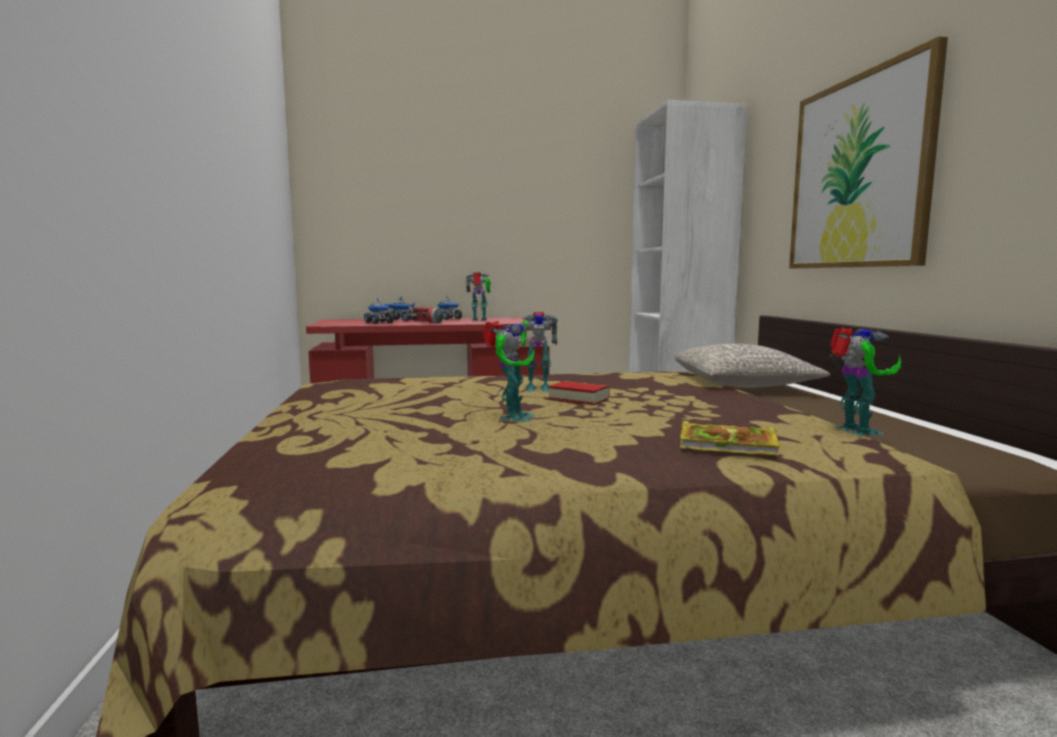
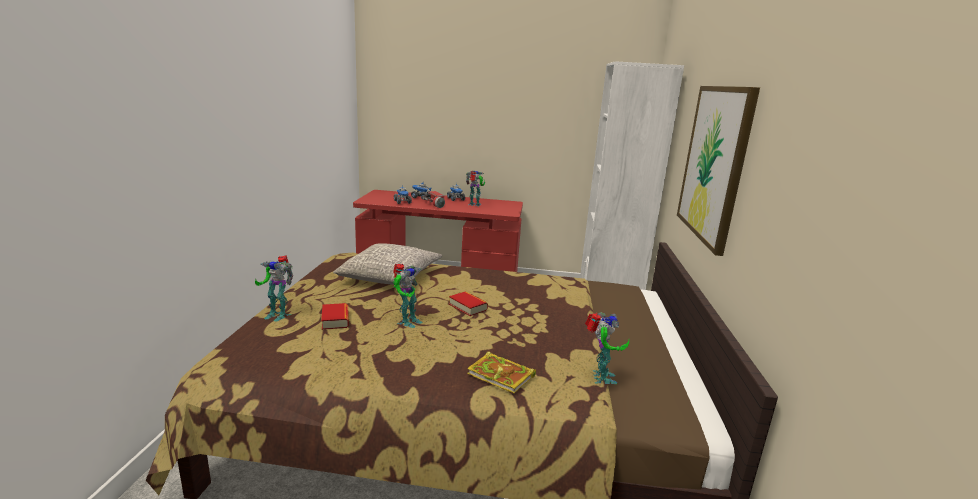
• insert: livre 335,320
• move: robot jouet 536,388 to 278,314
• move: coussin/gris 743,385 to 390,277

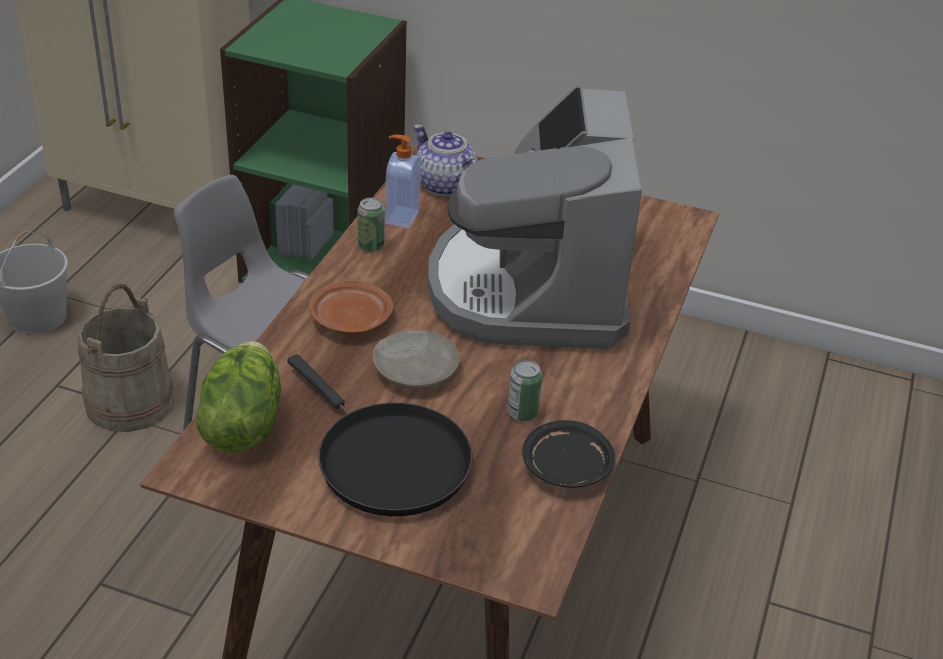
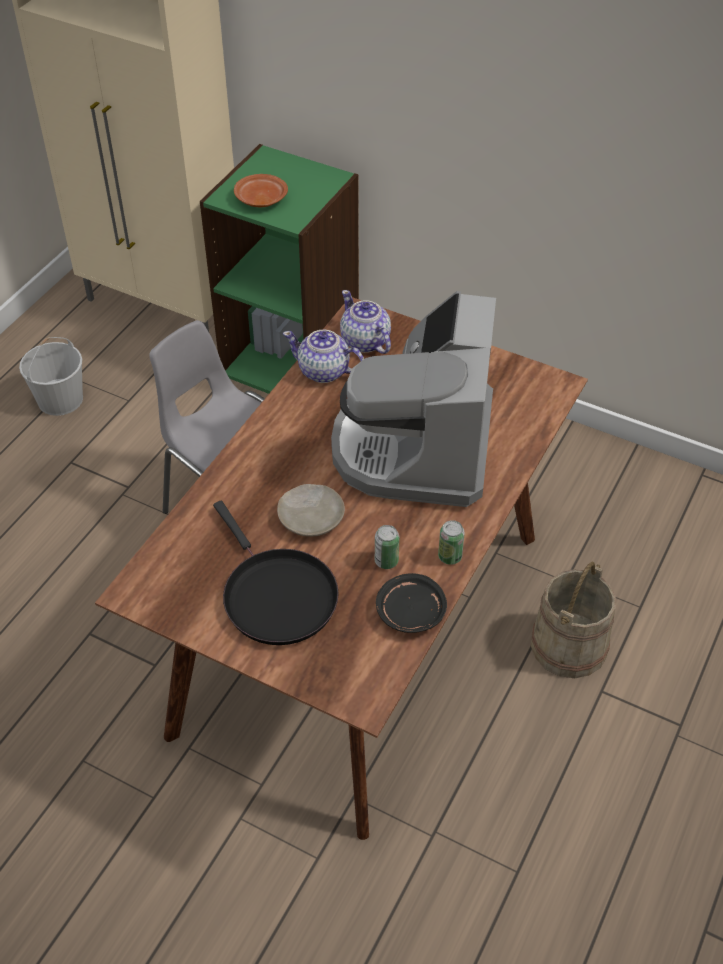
• delete: laitue 241,424
• move: seau/beige 130,402 to 569,645
• move: assiette/marron 349,320 to 260,199
• move: boîte métallique 371,246 to 450,556
• replace: distributeur de savon 401,217 to théière 324,371

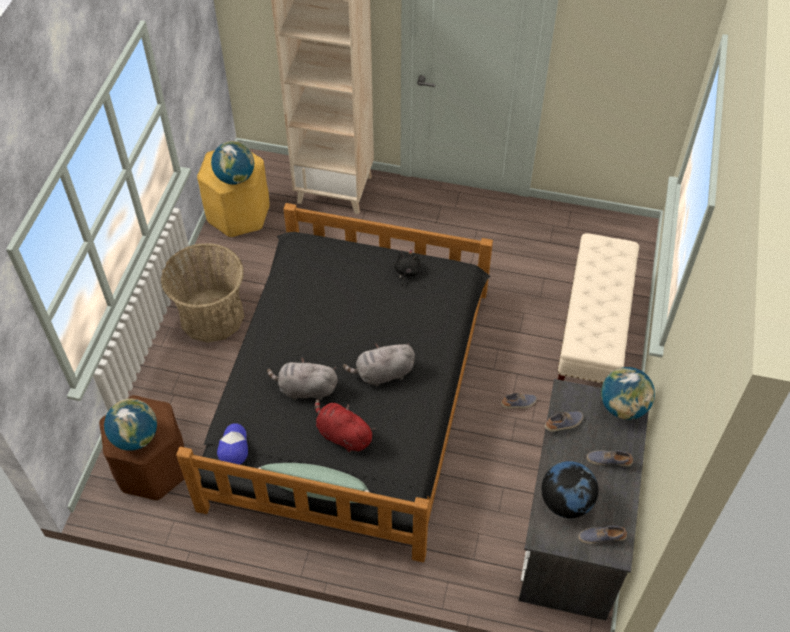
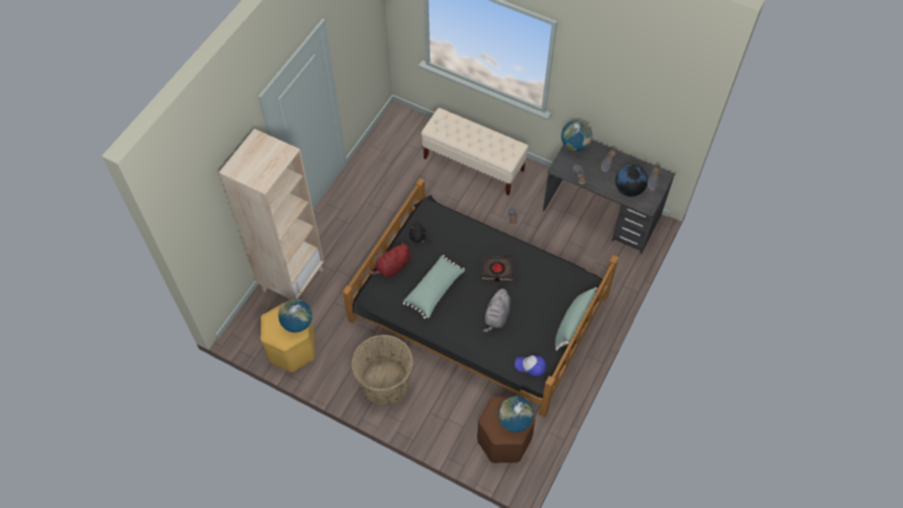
• insert: coussin/vert 435,290
• move: peluche/rouge 342,435 to 392,267
• replace: peluche/gris 382,374 to livre/noir 497,270

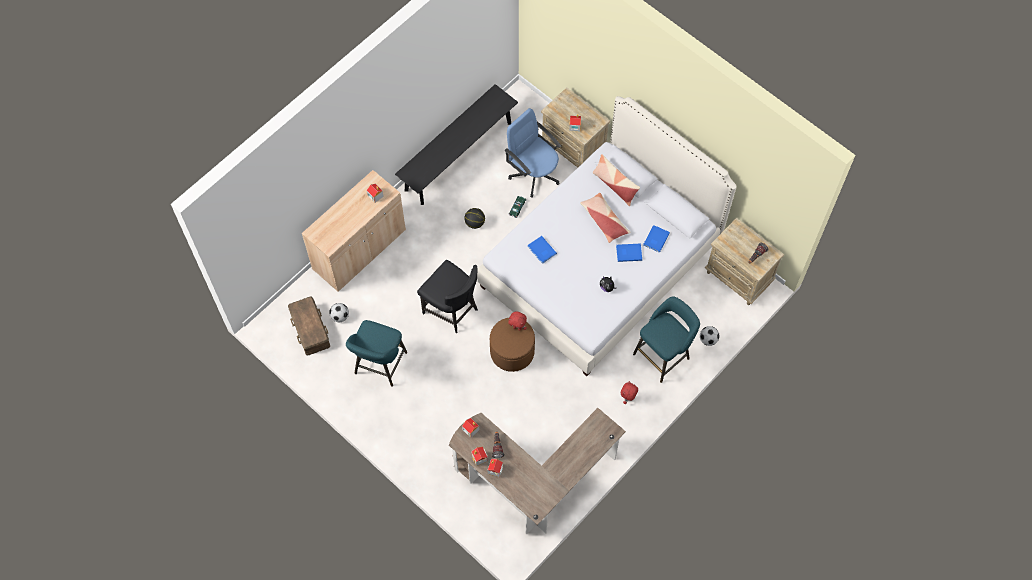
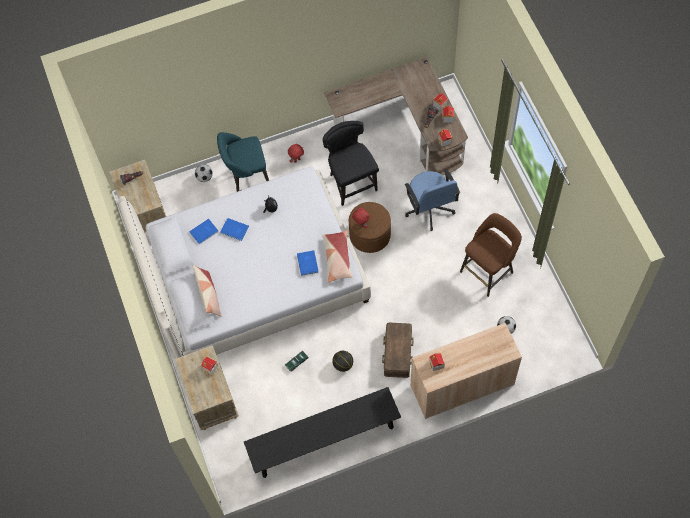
• move: boîte de rangement/marron 309,329 to 398,353
• move: chaise/noir 452,310 to 351,182
• move: chaise de bureau/bleu 534,173 to 429,209
• move: coussin 604,220 to 337,259
• recolor: tabouret/turquoise 379,366 to tabouret/marron 488,270

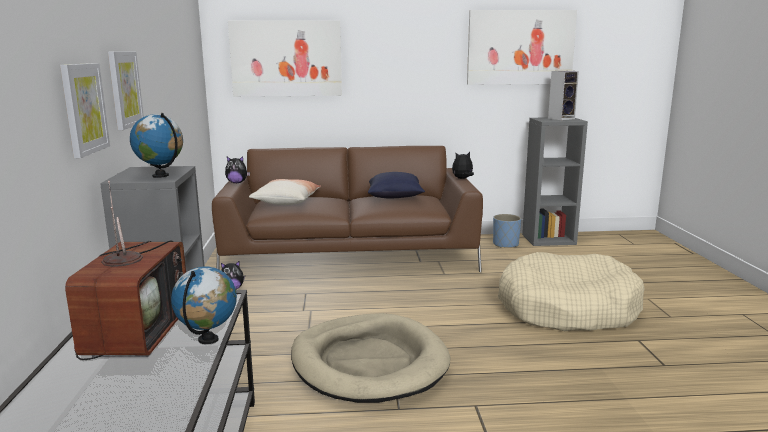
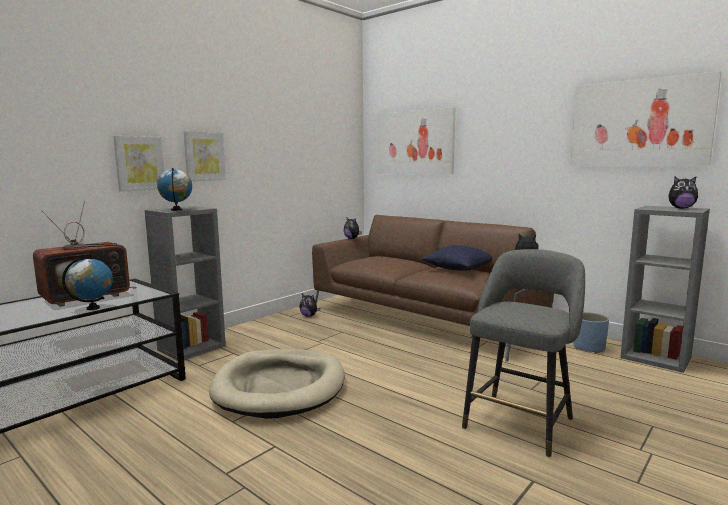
• delete: coussin 287,201
• replace: panier pour chien/beige 566,309 to tabouret/gris 520,420
• replace: enceinte 561,118 to peluche 681,208

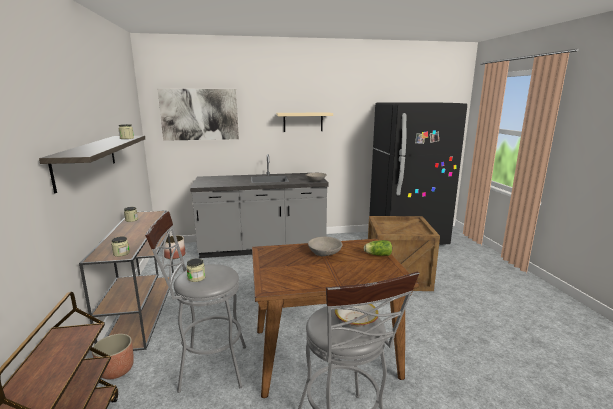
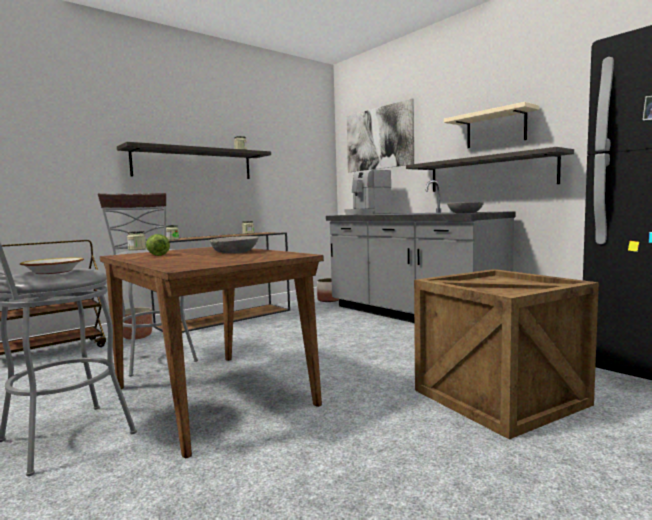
• insert: machine à café 366,214
• insert: étagère 489,173
• move: laitue 377,255 to 157,254

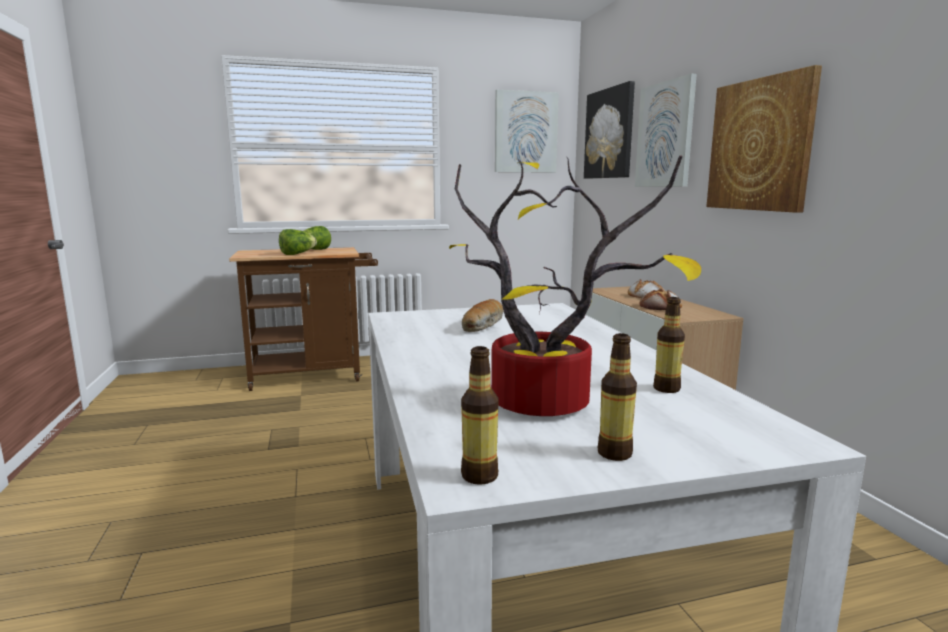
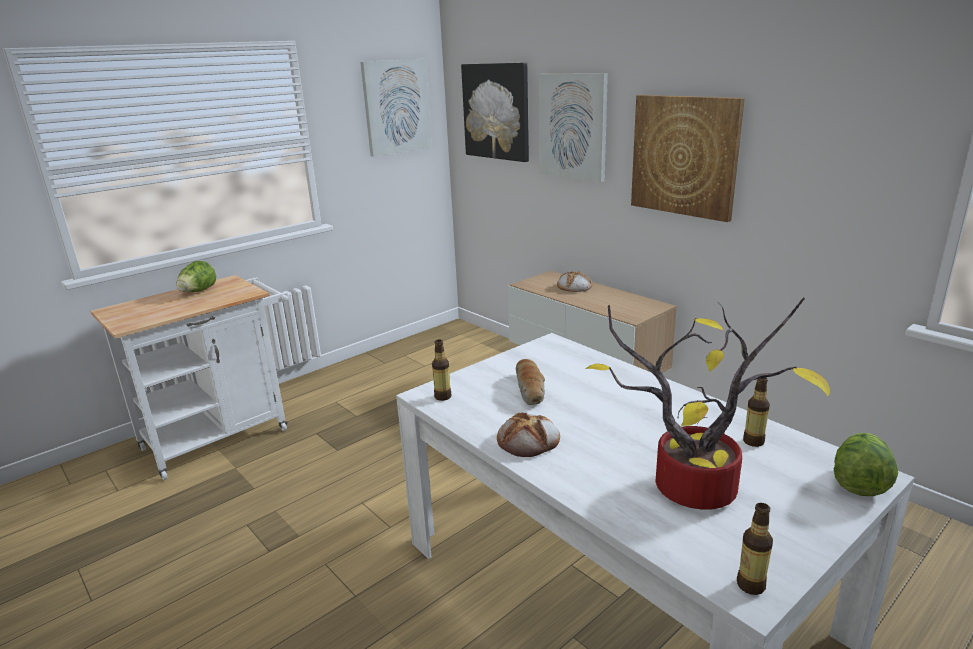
• move: laitue 297,254 to 859,482
• move: bouteille 614,453 to 443,396
• move: pain 661,306 to 529,440
• recolor: chariot/marron 314,375 to chariot/blanc 224,435

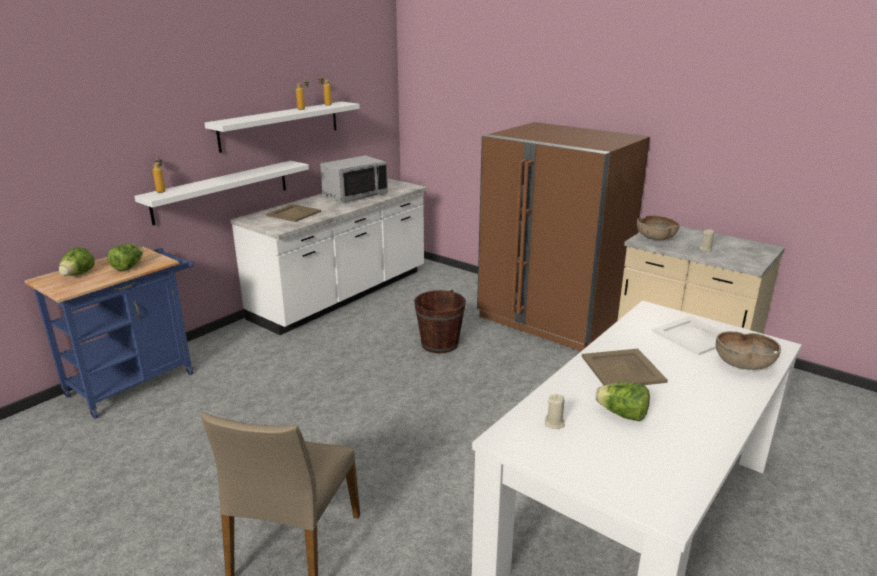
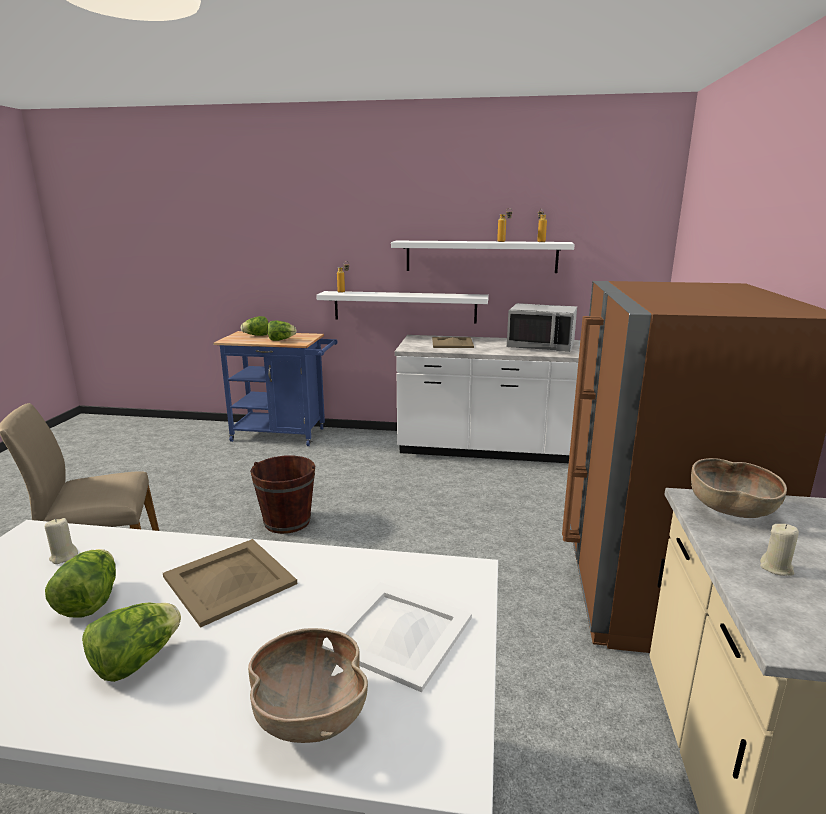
• insert: laitue 136,661
• move: seau/marron 440,344 to 287,521

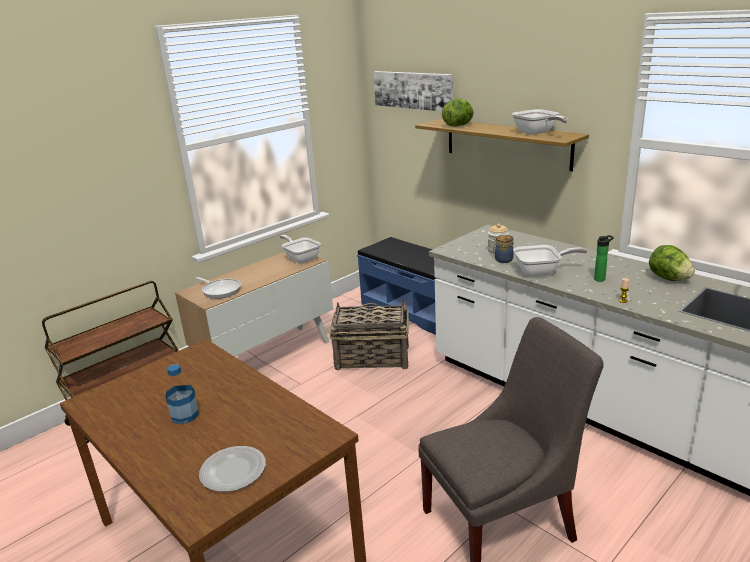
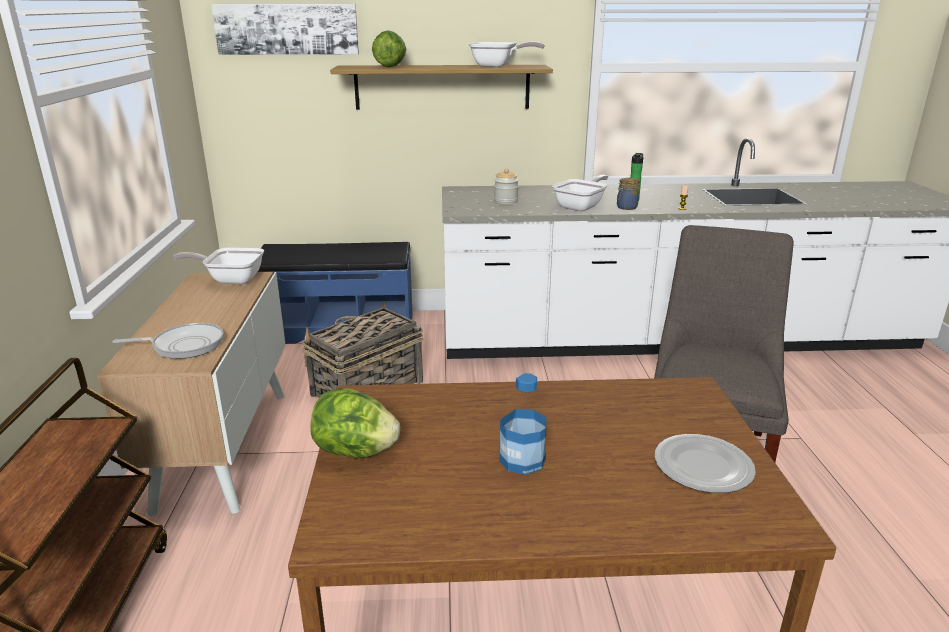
• move: bocal 503,260 to 626,207
• move: laitue 668,278 to 355,452

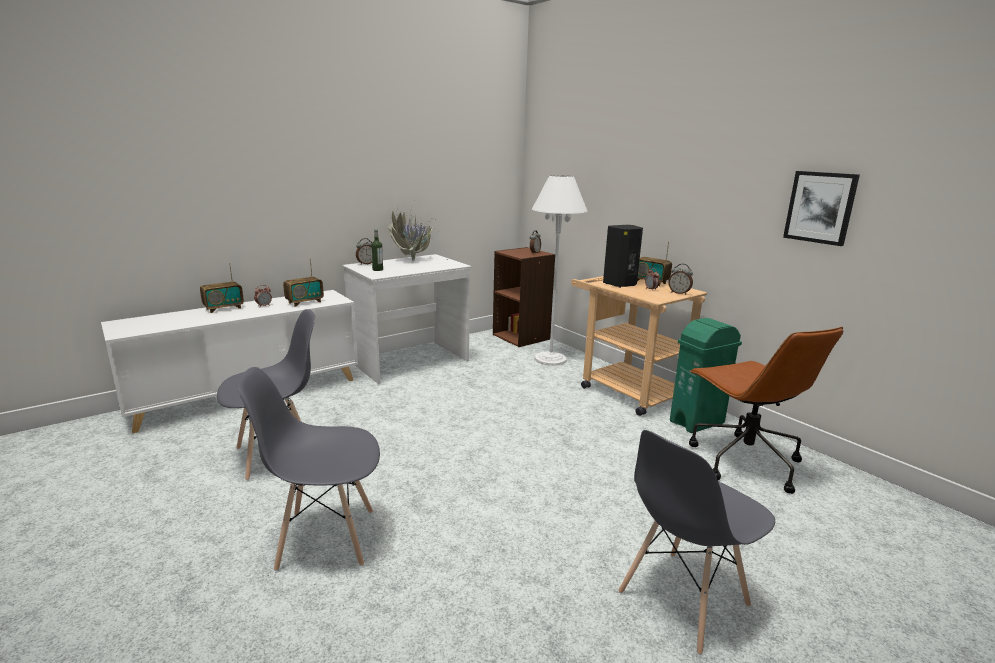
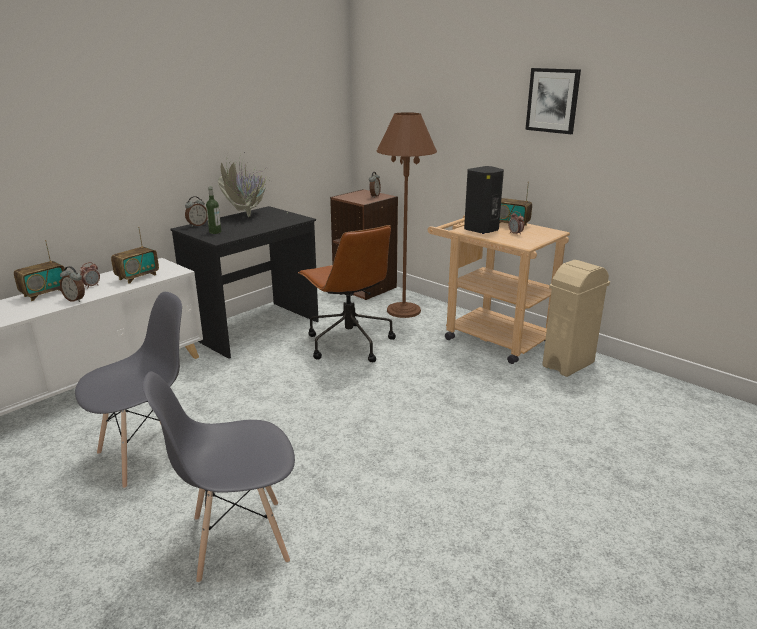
• delete: chaise/gris 682,599
• move: réveil 679,293 to 75,300
• move: chaise de bureau/marron 743,461 to 348,343
• move: tableau 820,207 to 553,100
• recolor: bureau/blanc 410,362 to bureau/noir 254,329
• recolor: lampadaire/blanc 550,359 to lampadaire/marron 403,310
• recolor: poubelle/vert 697,422 to poubelle/beige 569,364

